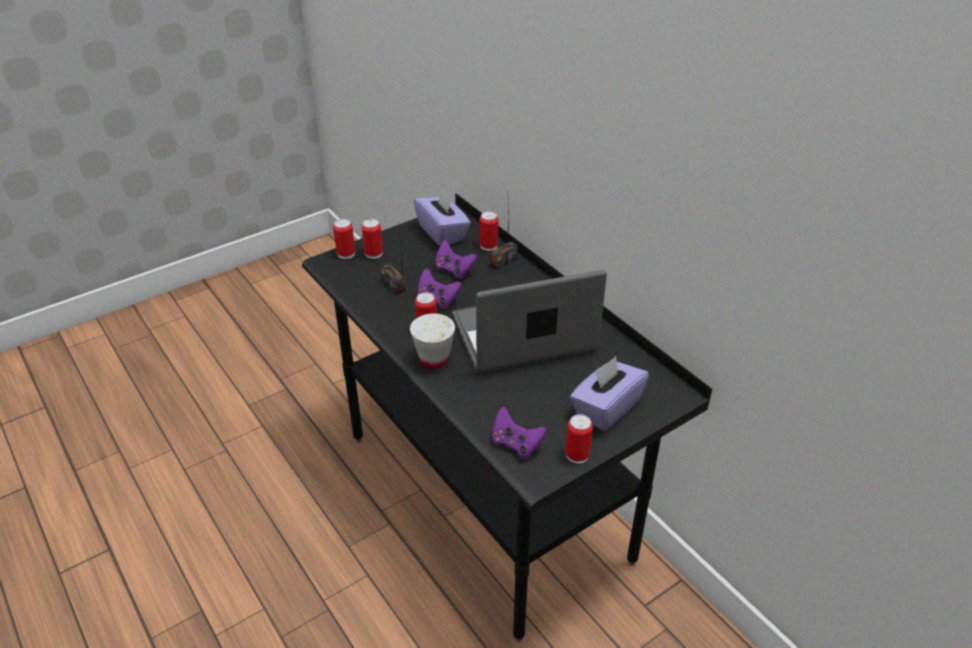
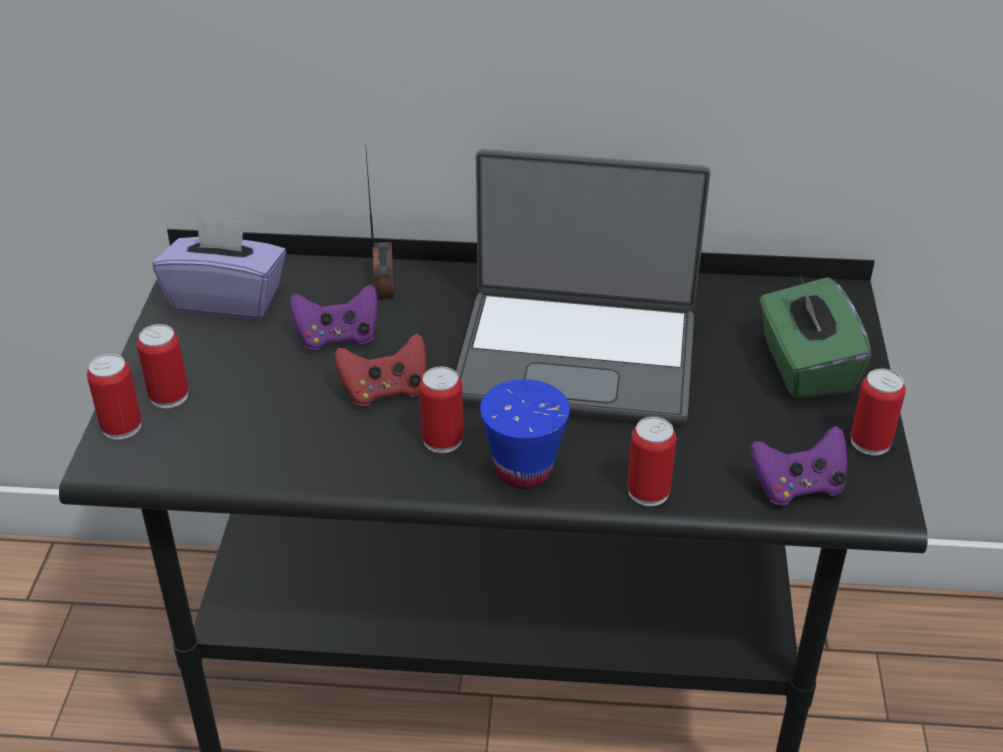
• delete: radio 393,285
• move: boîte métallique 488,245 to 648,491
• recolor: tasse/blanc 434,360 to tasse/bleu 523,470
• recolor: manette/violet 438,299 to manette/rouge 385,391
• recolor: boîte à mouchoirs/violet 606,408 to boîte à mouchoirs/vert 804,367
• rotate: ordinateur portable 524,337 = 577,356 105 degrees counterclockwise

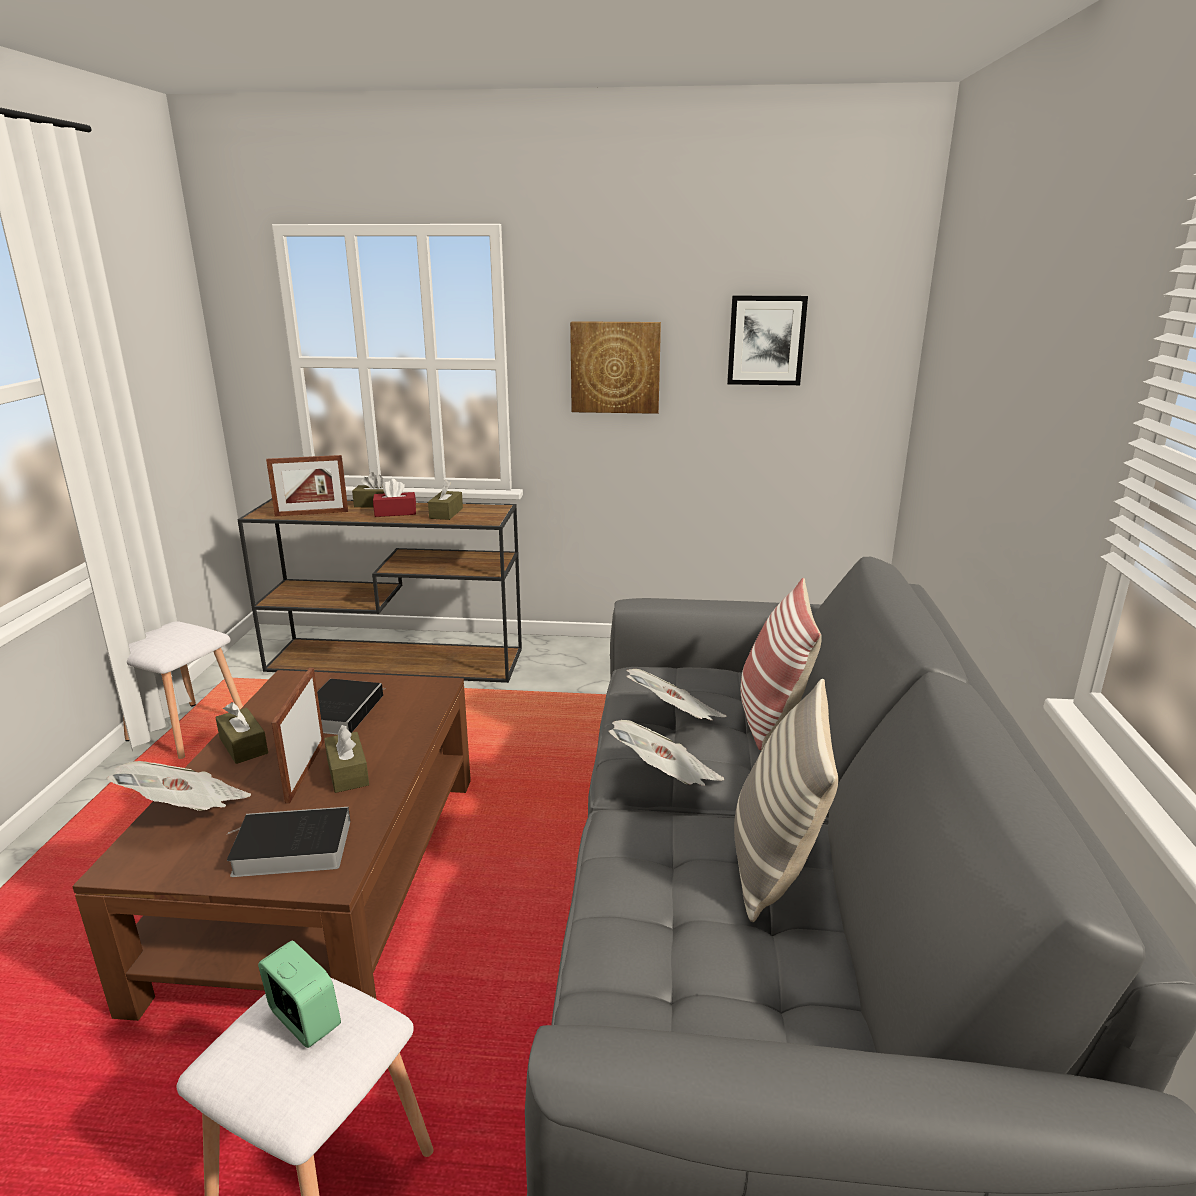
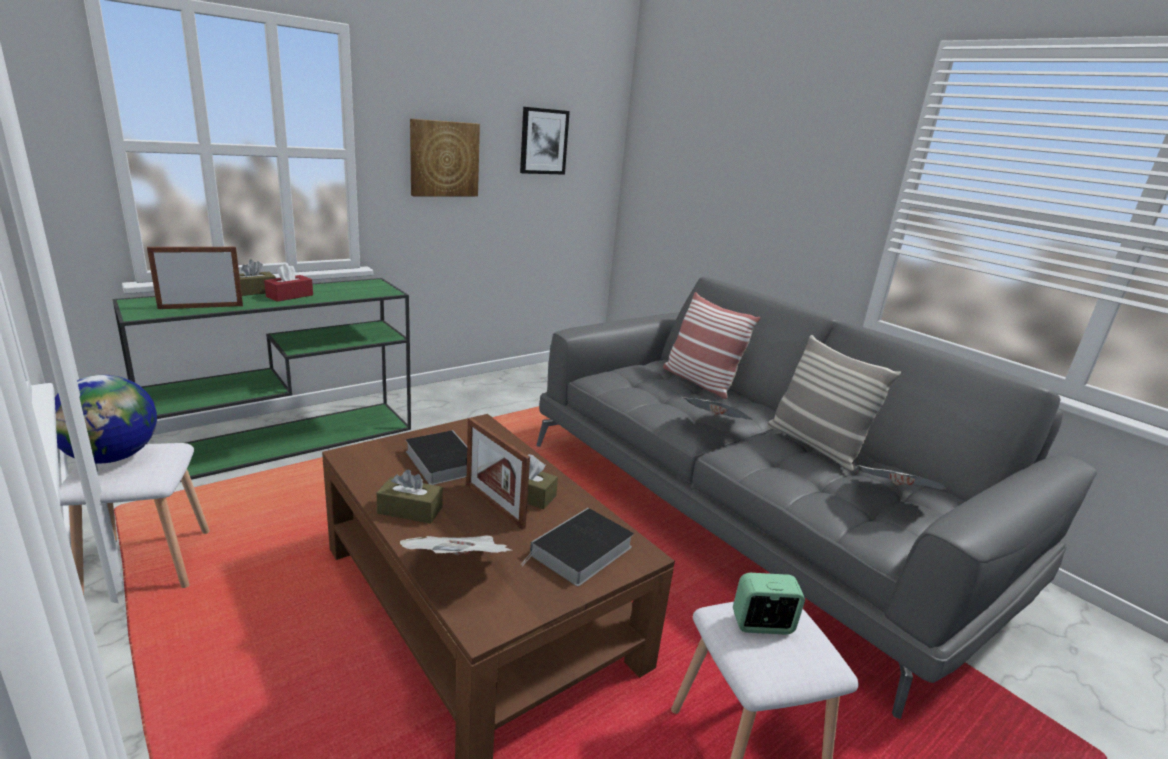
• delete: boîte à mouchoirs/marron 446,513
• insert: globe 113,457
• move: journal 675,719 to 892,497
• recolor: table console/marron 398,660 to table console/vert 288,439
• rotate: cadre photo 311,513 = 201,307 150 degrees counterclockwise

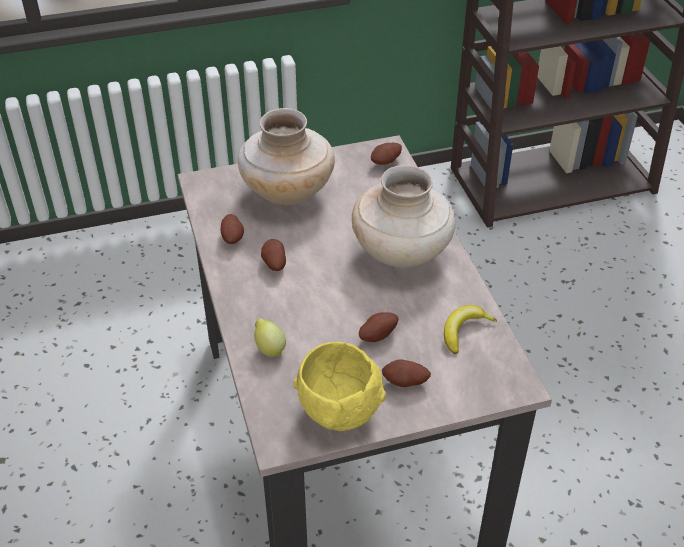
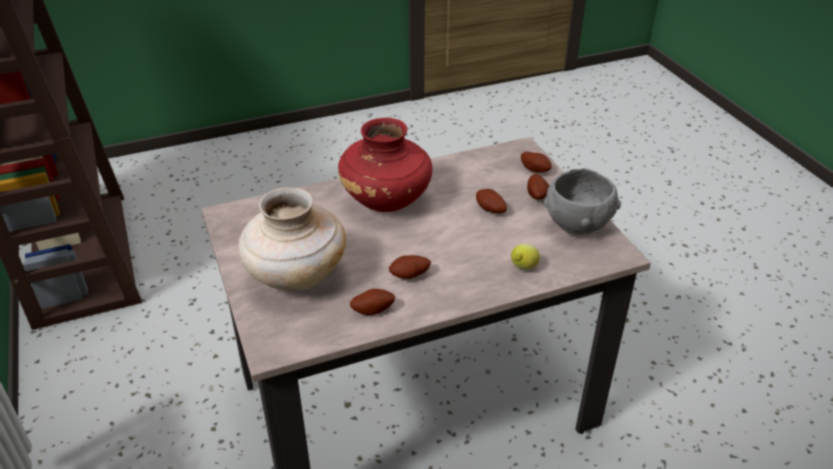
• delete: banane 464,331
• move: pomme de terre 386,162 to 535,169
• recolor: bol/jaune 339,410 to bol/gris 576,225
• recolor: vase/beige 402,253 to vase/rouge 386,200

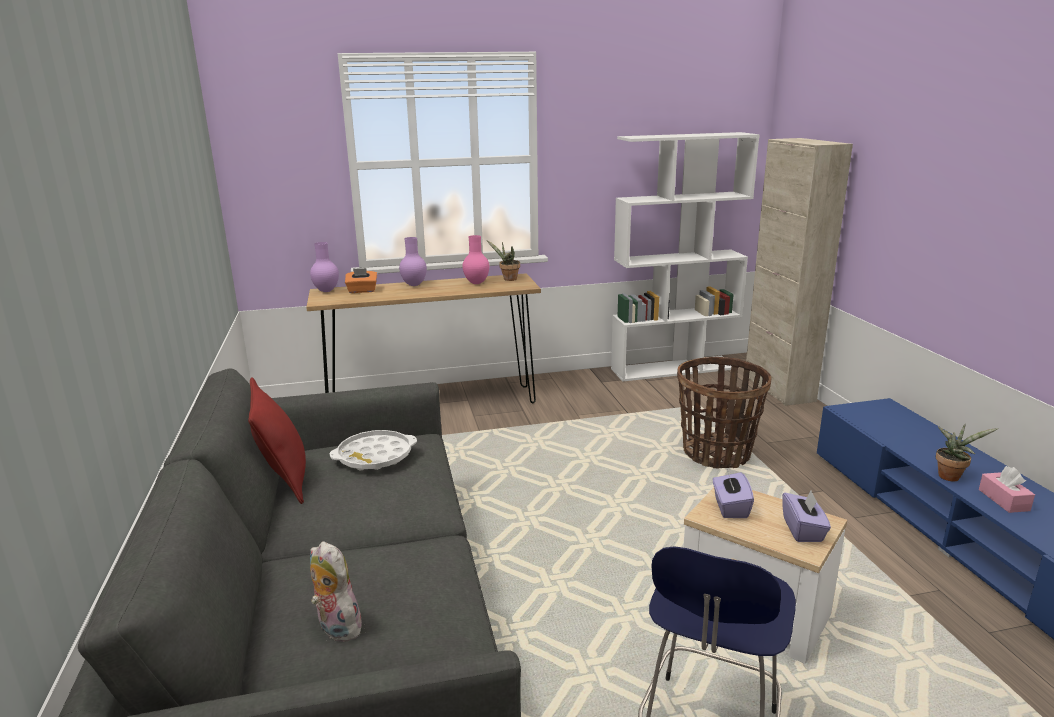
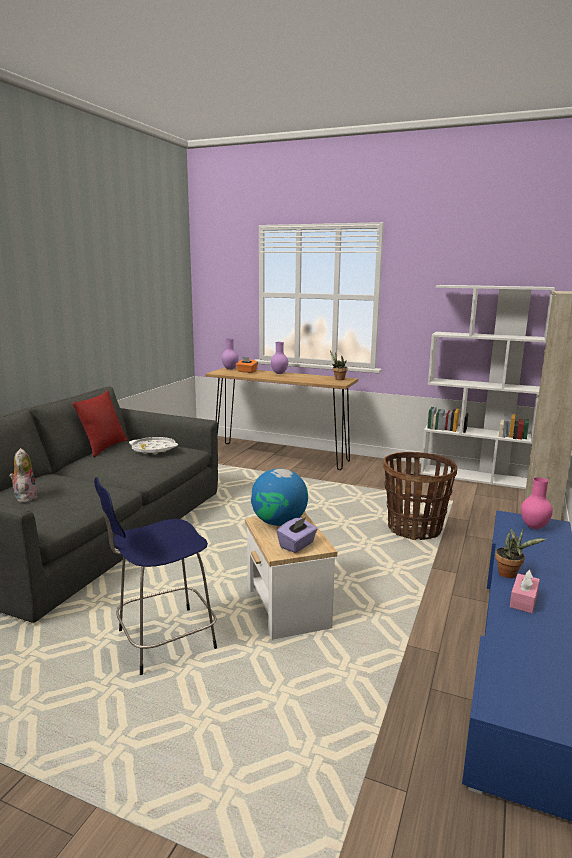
• move: vase/rose 476,283 to 533,527
• replace: boîte à mouchoirs/violet 730,507 to globe 279,522

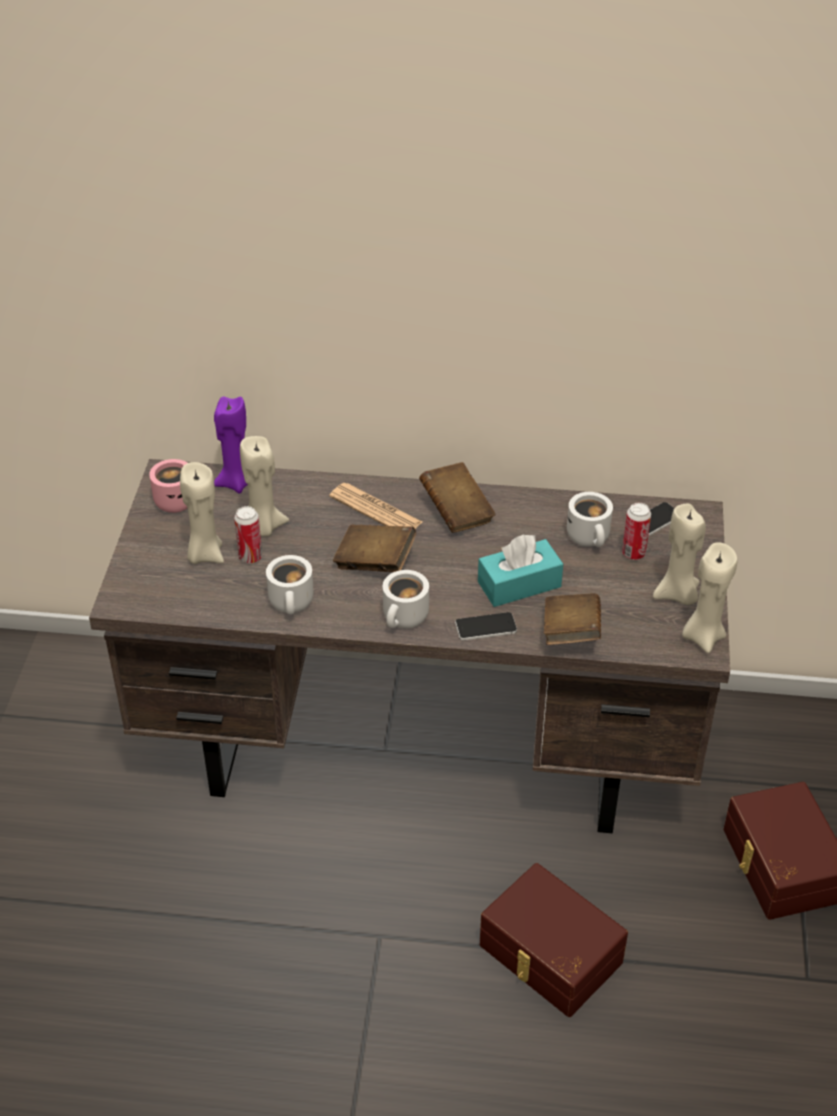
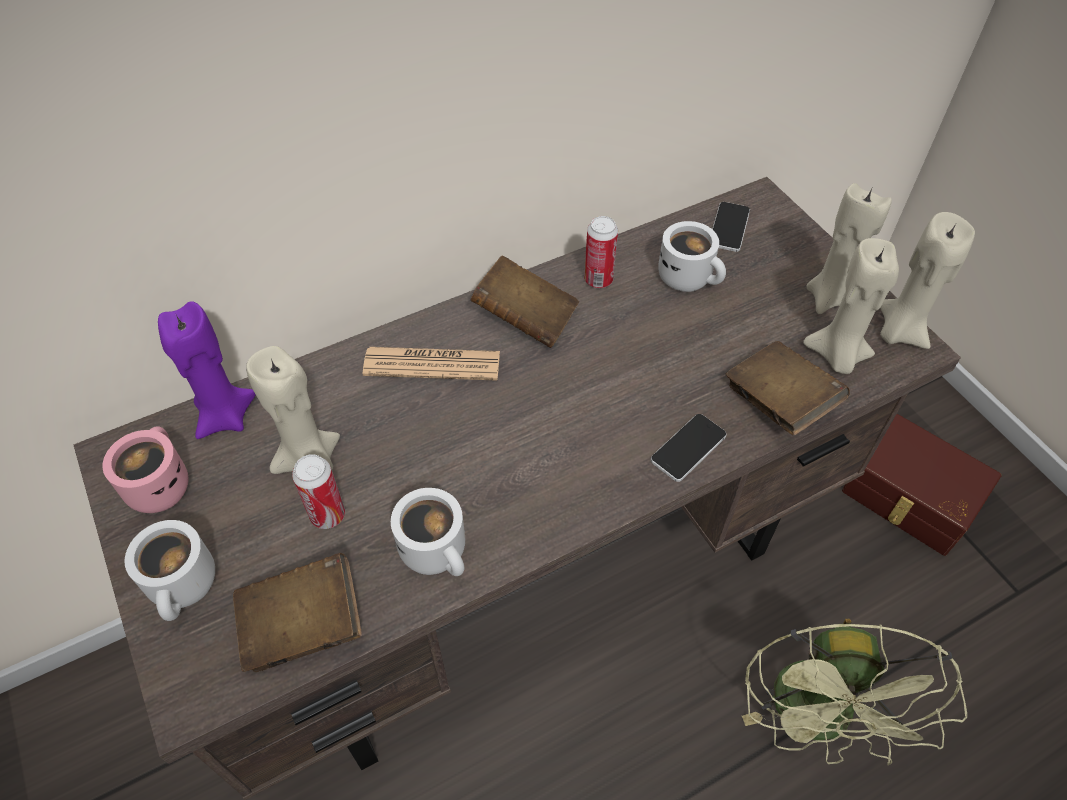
• delete: boîte à mouchoirs/turquoise 519,584
• move: bougie/beige 205,554 to 837,356
• move: livre/marron 375,562 to 303,626
• move: mug/blanc 405,619 to 186,587
• move: boîte métallique 633,553 to 598,280
• replace: boîte de rangement/marron 548,955 to ventilateur/vert 817,721

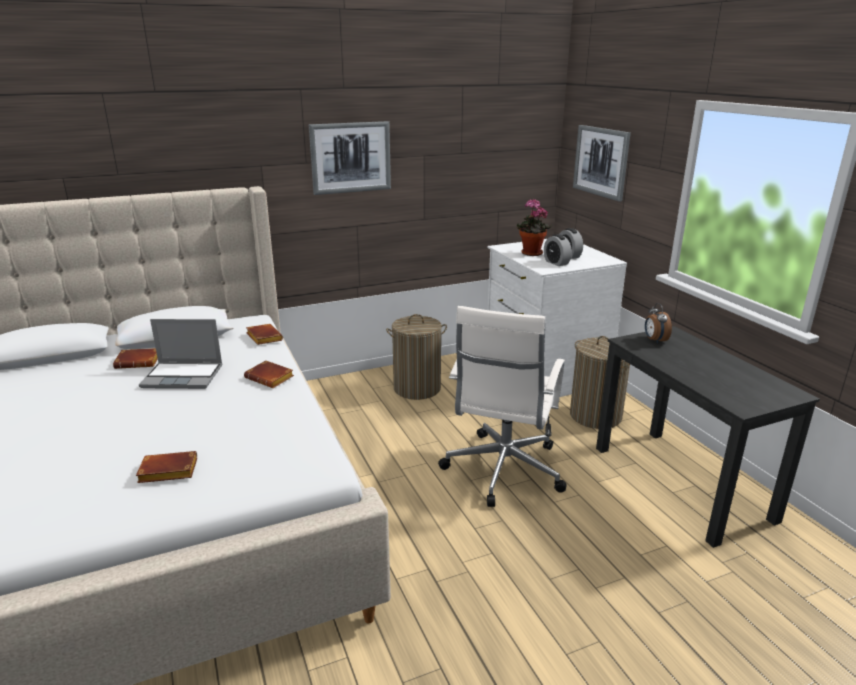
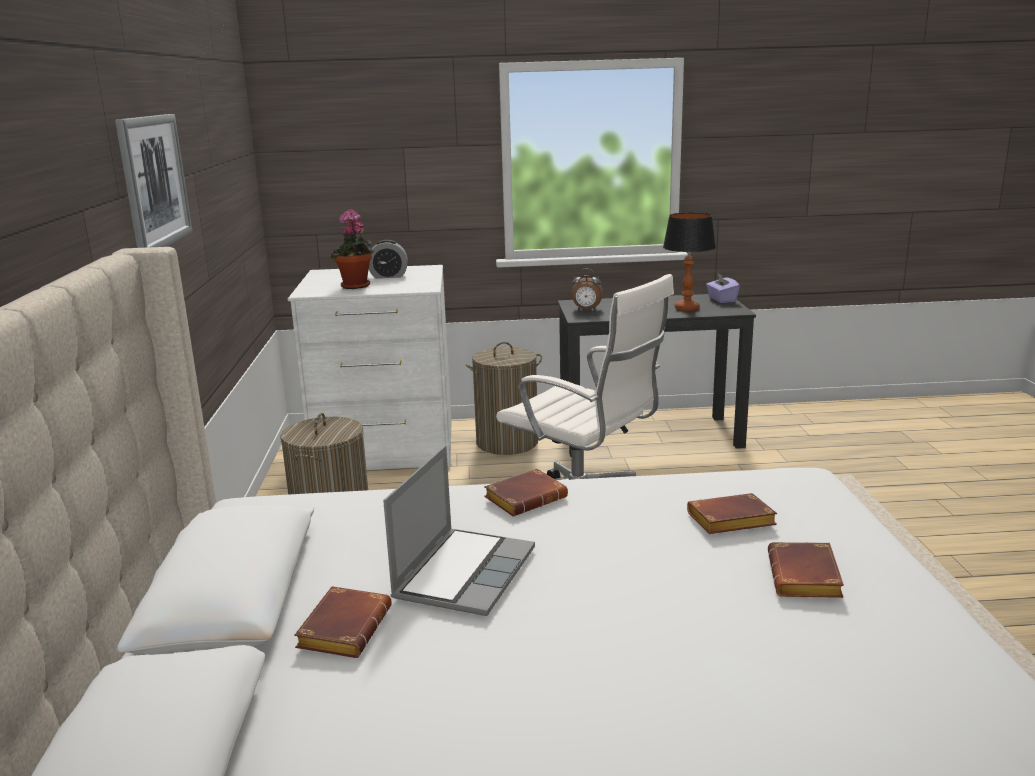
• delete: réveil 556,263
• delete: tableau 601,161
• insert: lampe de table 686,308
• insert: boîte à mouchoirs/violet 721,299
• move: livre/marron 263,337 to 729,522

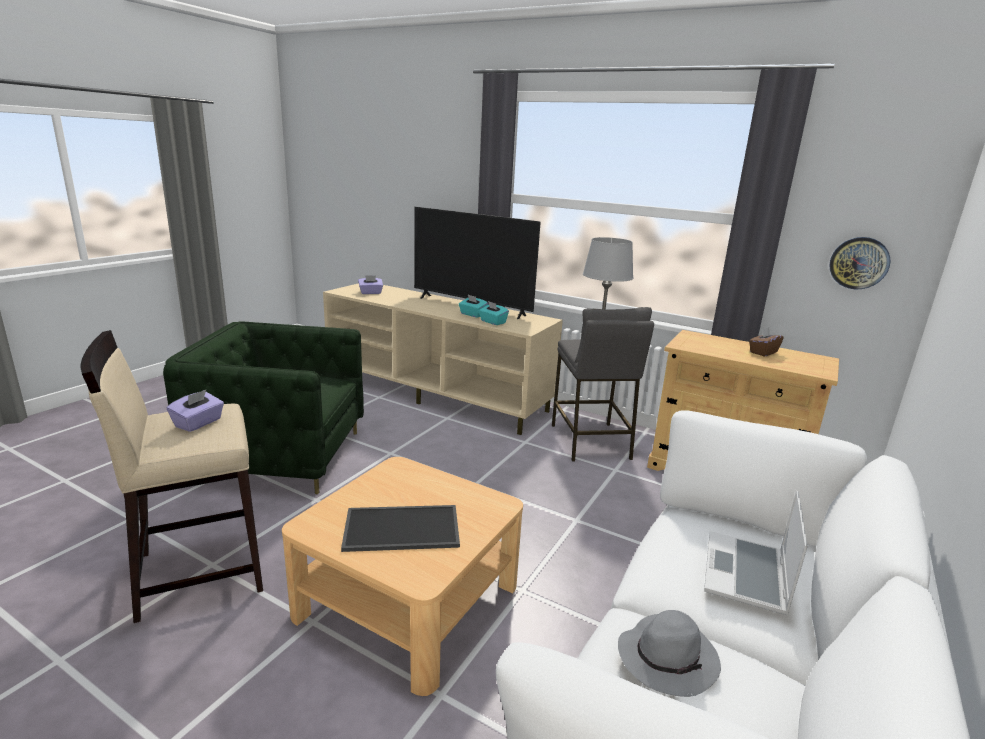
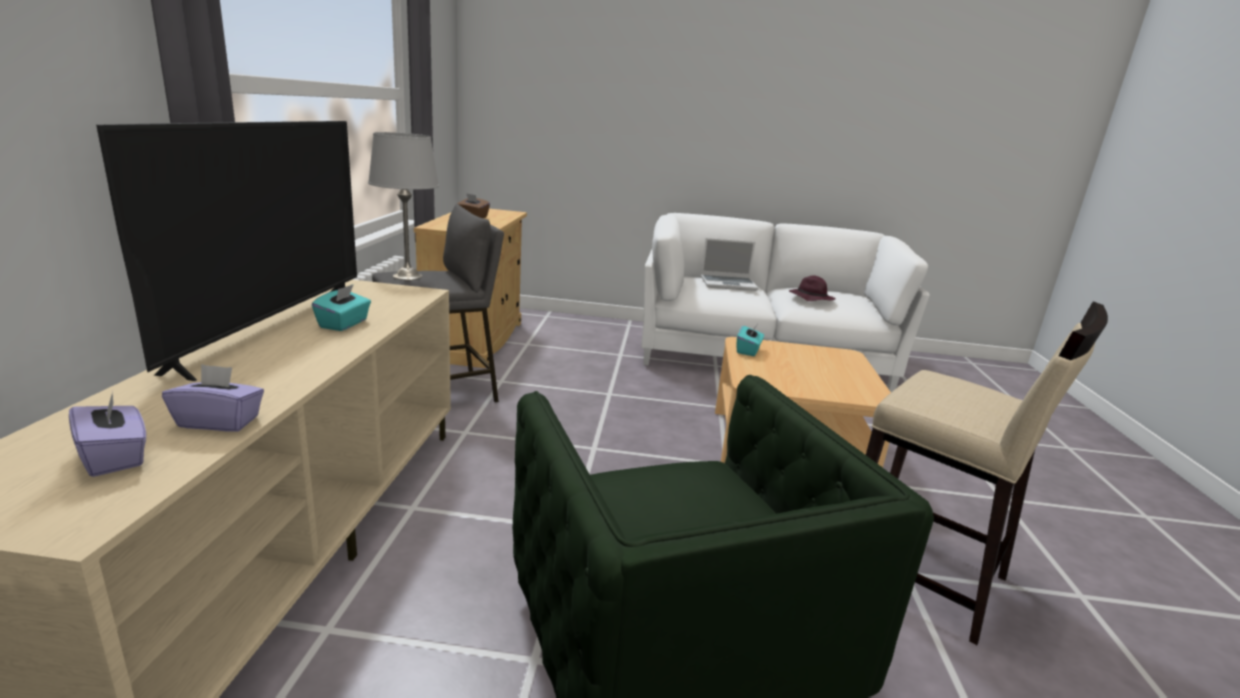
• delete: plateau 400,529
• delete: horloge murale 859,263
• move: boîte à mouchoirs/violet 198,423 to 220,421
• move: boîte à mouchoirs/turquoise 492,322 to 748,350
• recolor: chapeau/gris 668,658 to chapeau/violet 810,298

